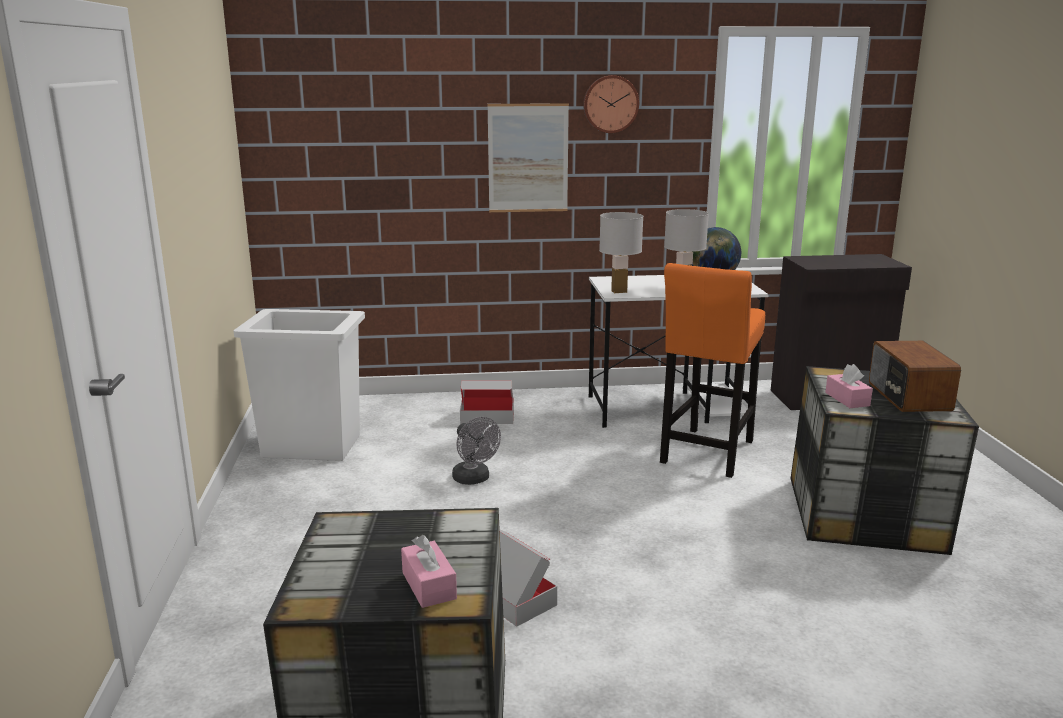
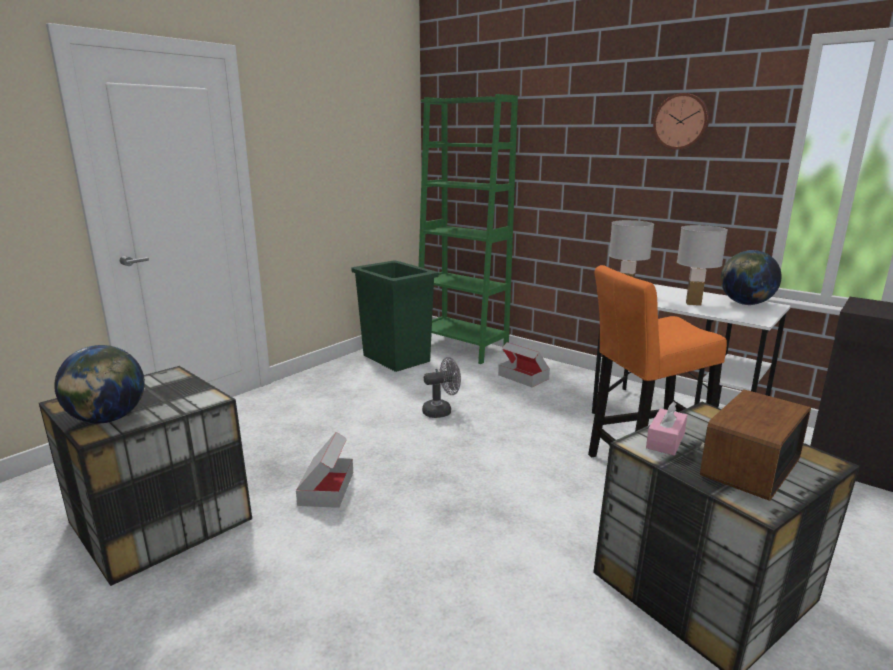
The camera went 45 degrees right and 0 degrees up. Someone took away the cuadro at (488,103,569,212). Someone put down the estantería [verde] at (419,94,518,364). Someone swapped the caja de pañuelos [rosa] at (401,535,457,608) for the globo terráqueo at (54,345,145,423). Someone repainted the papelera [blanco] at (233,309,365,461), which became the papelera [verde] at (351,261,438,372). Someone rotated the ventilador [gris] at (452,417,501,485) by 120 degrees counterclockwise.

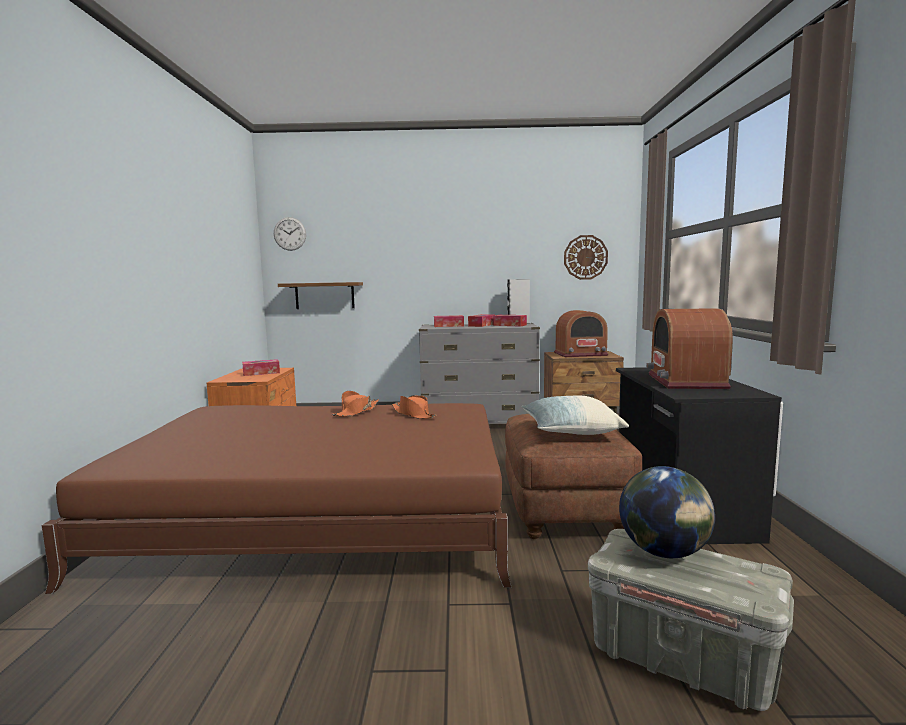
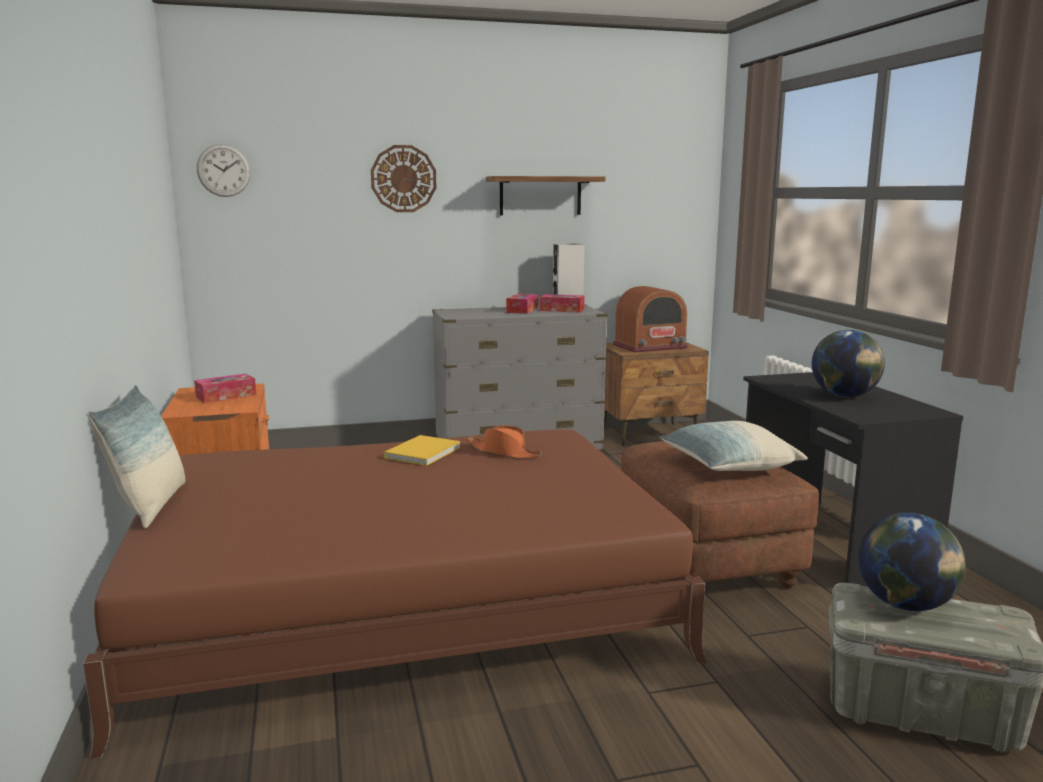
The camera went 15 degrees left and 5 degrees up. Someone took away the caja de pañuelos at (434,315,464,327). Someone put down the cojín at (87,385,185,528). Someone carried the estante from (278,282,363,309) to (486,176,605,215). Someone carried the reloj de pared from (564,235,608,280) to (371,145,436,212). Someone swapped the sombrero [naranja] at (331,391,379,417) for the libro [amarillo] at (383,435,461,466). Someone swapped the radio at (646,308,733,389) for the globo terráqueo at (812,330,885,397).

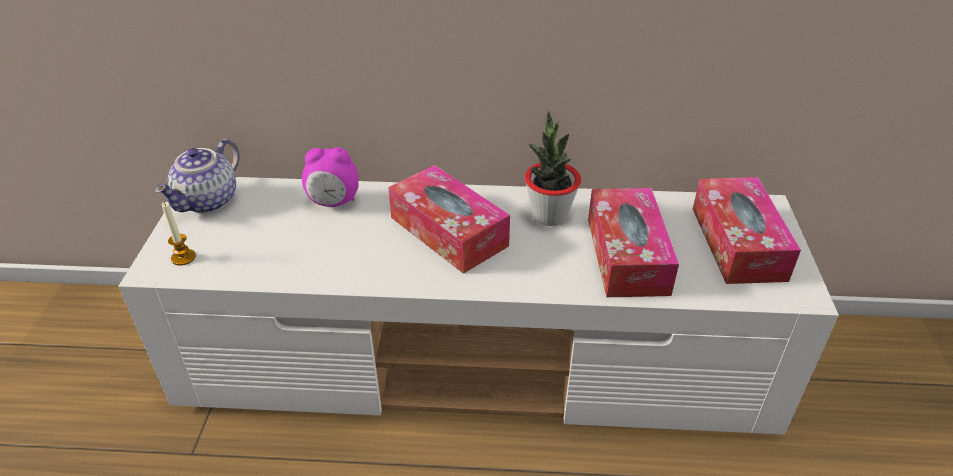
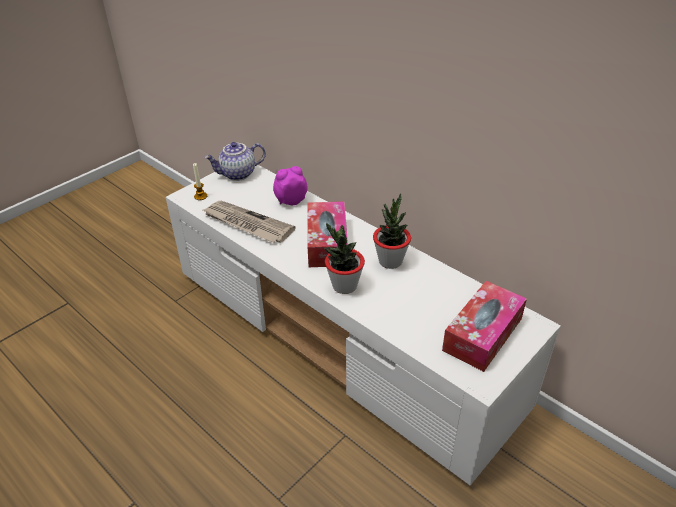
The camera went 40 degrees right and 0 degrees up. Someone took away the caja de pañuelos at (588,188,679,297). Someone put down the periódico at (203,201,296,243). Someone put down the planta en maceta at (324,223,365,294). Someone rotated the despertador at (302,147,359,207) by 120 degrees clockwise.

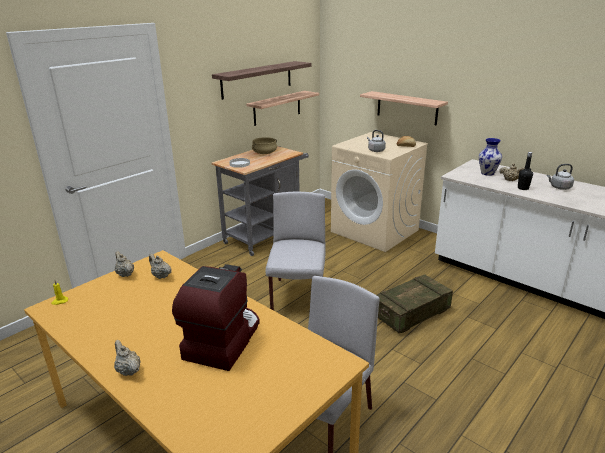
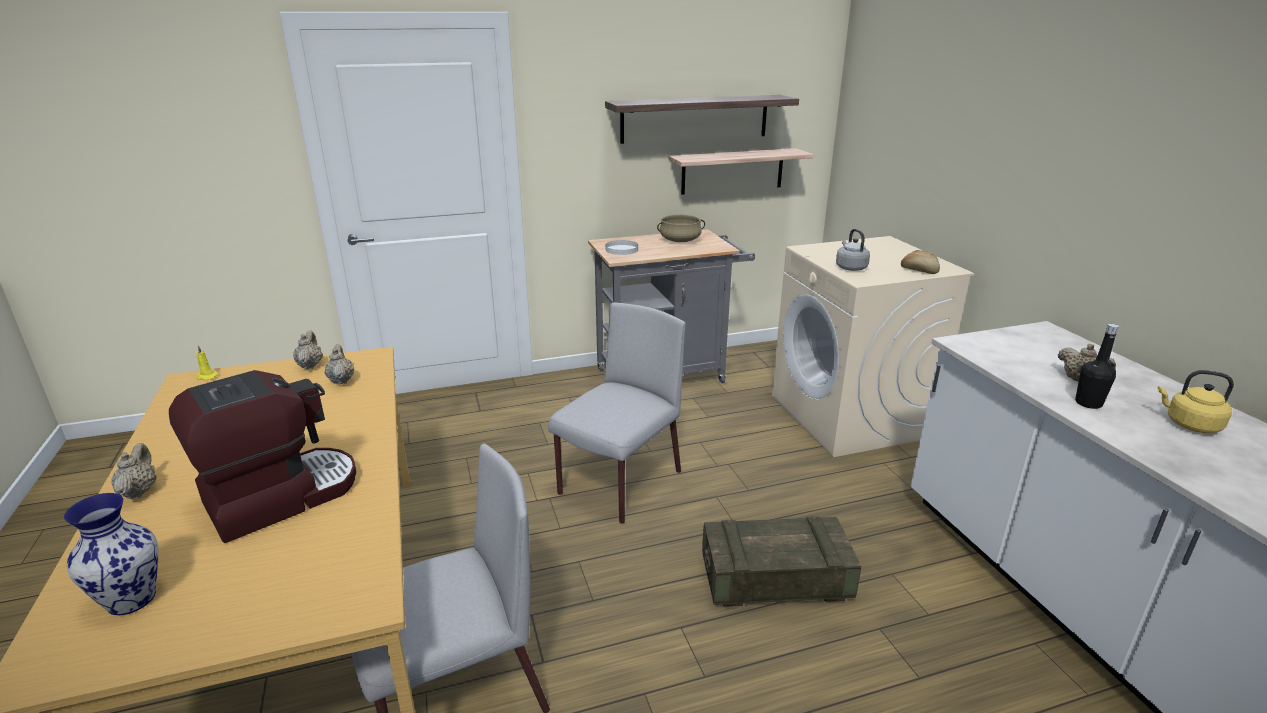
The camera went 30 degrees right and 0 degrees up. Someone took away the estante at (360,91,448,125). Someone carried the florero from (479,138,502,176) to (64,493,158,615). Someone repainted the hervidor [gris] at (547,164,574,190), which became the hervidor [amarillo] at (1157,370,1234,433).

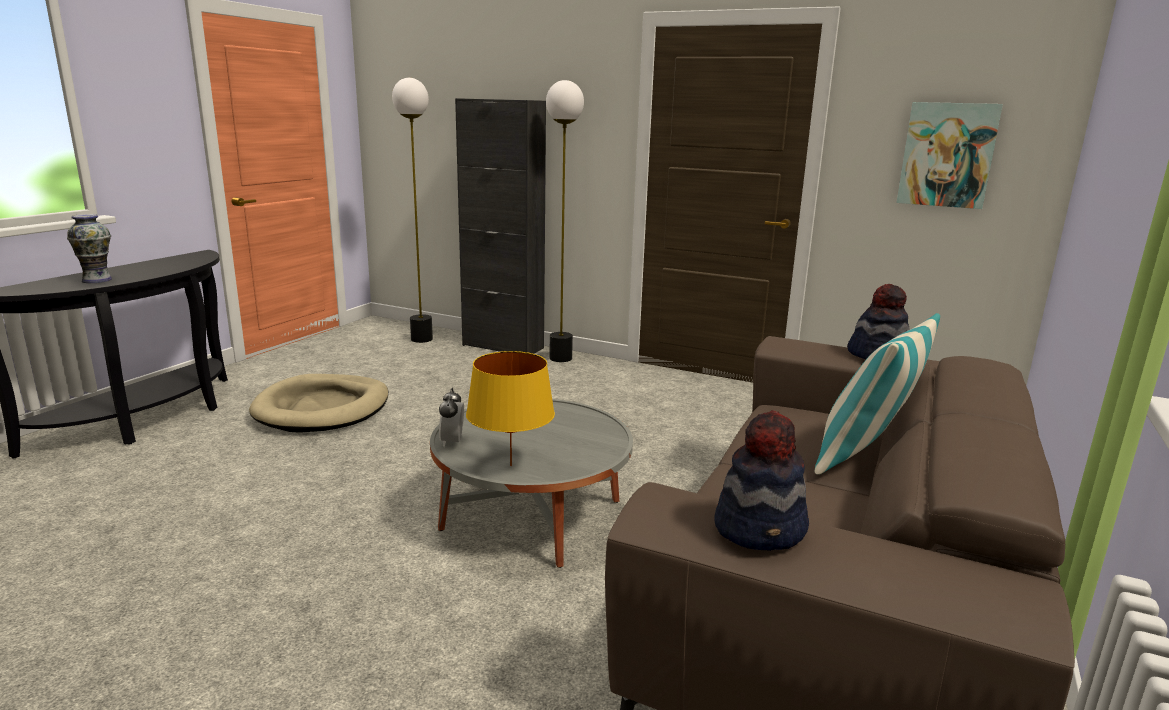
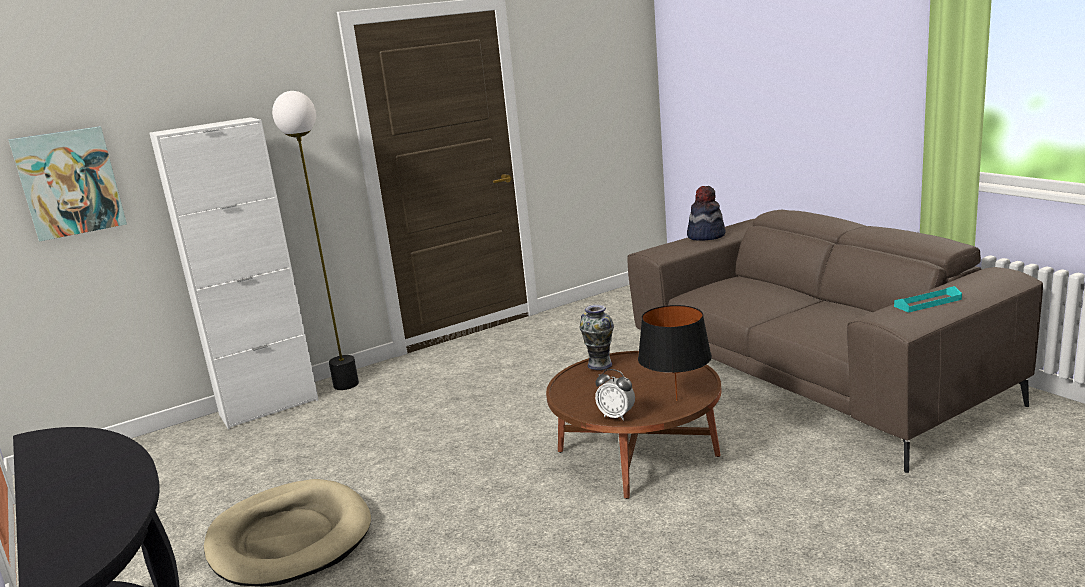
The camera went 55 degrees left and 0 degrees up. Someone took away the lámpara de pie at (392,78,433,343). Someone took away the cojín at (815,313,940,475). Someone carried the florero from (67,214,112,283) to (579,305,614,370). Someone carried the cuadro from (896,102,1003,209) to (8,126,127,242). Someone swapped the sombrero at (714,410,809,551) for the bandeja [turquesa] at (894,286,962,313). Someone repainted the mesa de centro [gris] at (430,399,633,568), which became the mesa de centro [marrón] at (546,351,721,499). Someone repainted the armario [negro] at (455,98,546,354), which became the armario [blanco] at (149,117,319,429). Someone repainted the lámpara de mesa [amarillo] at (466,351,555,466), which became the lámpara de mesa [negro] at (638,305,712,401).

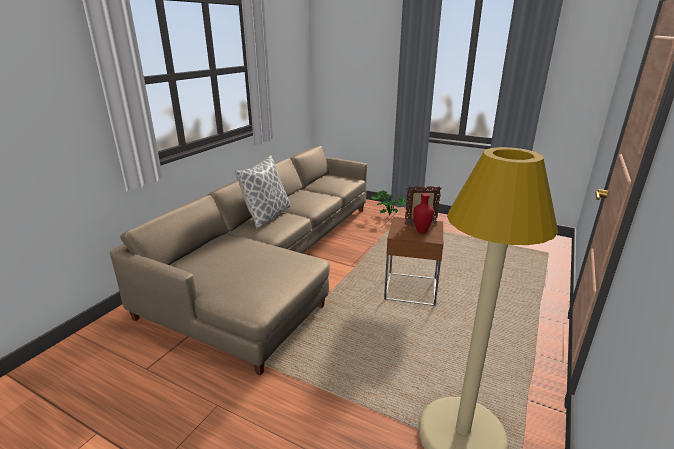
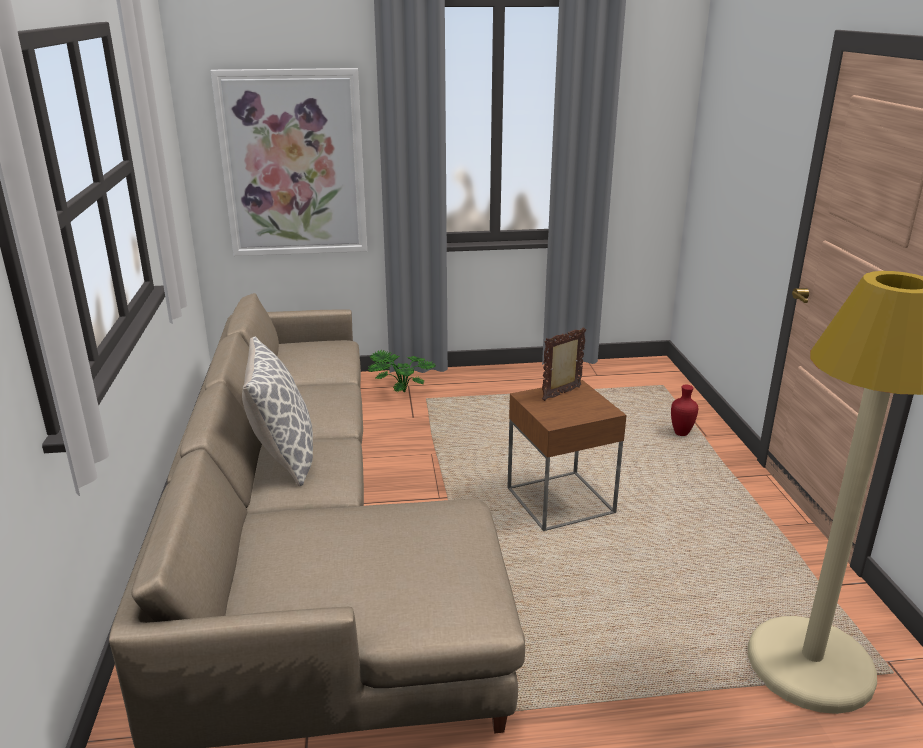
The camera went 35 degrees left and 0 degrees up. Someone put up the cuadro at (211,68,367,256). Someone carried the florero [rojo] from (414,193,434,234) to (671,385,698,436).

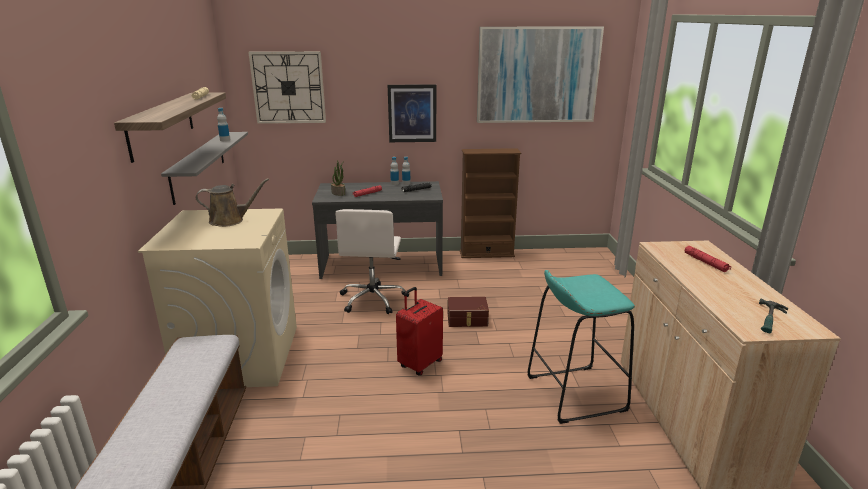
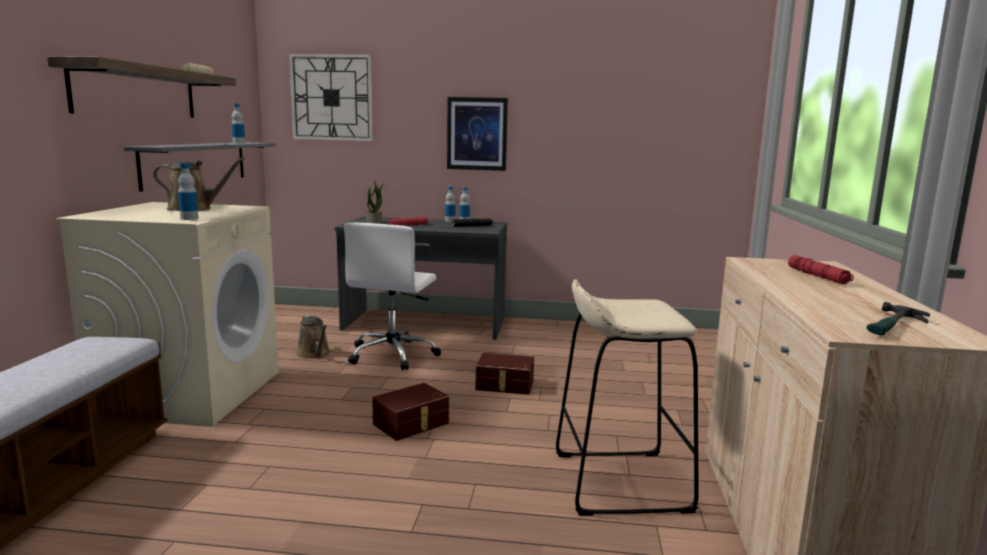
The camera went 10 degrees right and 10 degrees down. Someone took away the estantería [marrón] at (460,148,521,258). Someone took away the cuadro at (477,27,604,123). Someone put down the botella at (178,163,199,220). Someone put down the regadera [marrón] at (296,315,330,359). Someone swapped the maleta [rojo] at (396,287,443,375) for the caja de almacenaje [marrón] at (372,383,449,441). Someone repainted the taburete [turquesa] at (527,270,635,424), which became the taburete [beis] at (556,279,699,516).

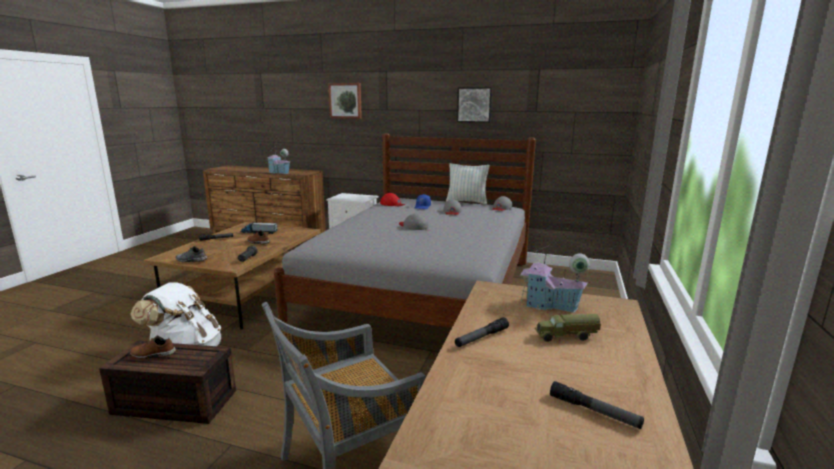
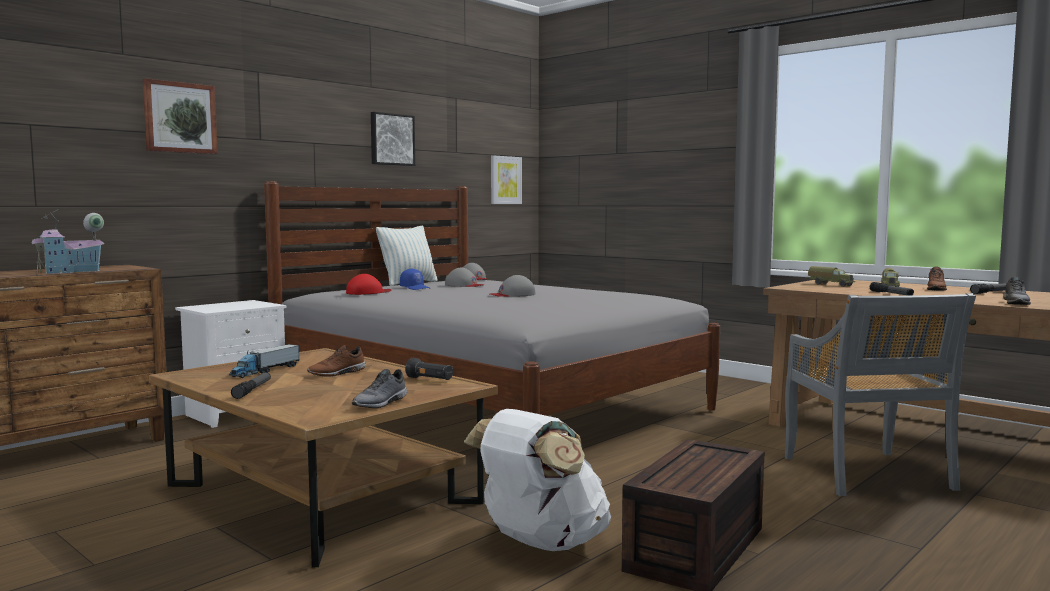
The camera went 65 degrees left and 10 degrees down. Someone put up the cuadro at (491,155,522,204). Someone put down the zapato [gris] at (1003,277,1031,305). Someone carried the zapato [marrón] from (130,335,176,359) to (927,267,947,291). Someone swapped the casita at (520,246,589,313) for the camión de juguete at (808,266,855,287).

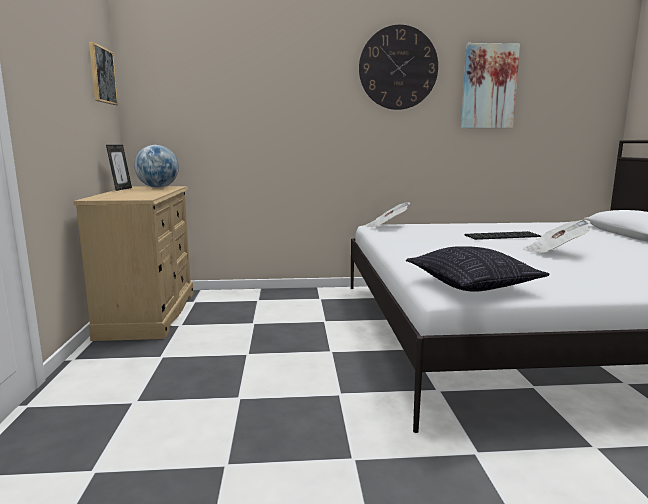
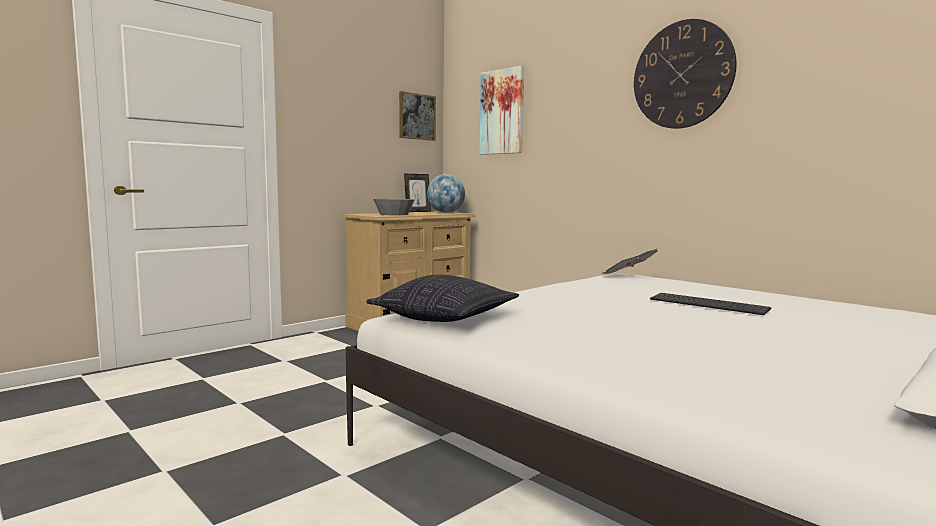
The camera went 50 degrees right and 5 degrees down. Someone took away the periódico at (523,220,590,253). Someone put down the cuenco [gris] at (373,199,415,215). Someone carried the cuadro from (461,43,520,128) to (479,66,524,155).

